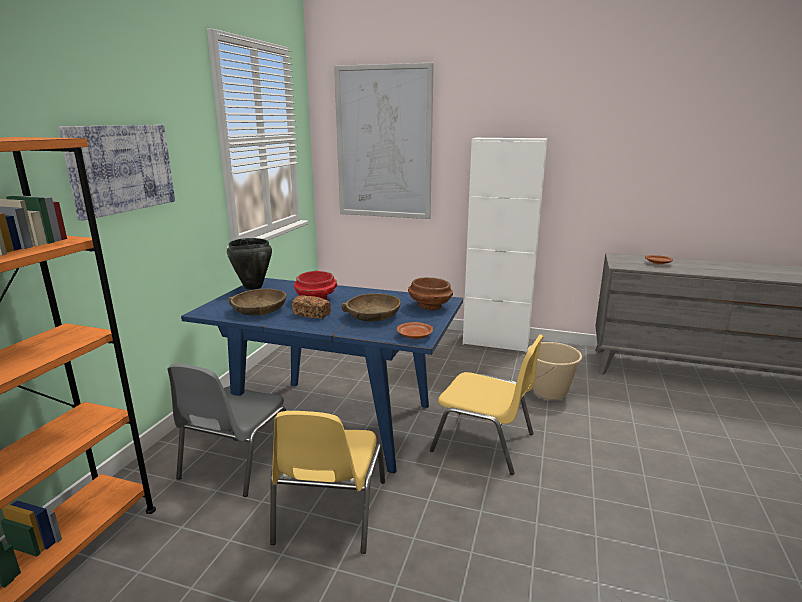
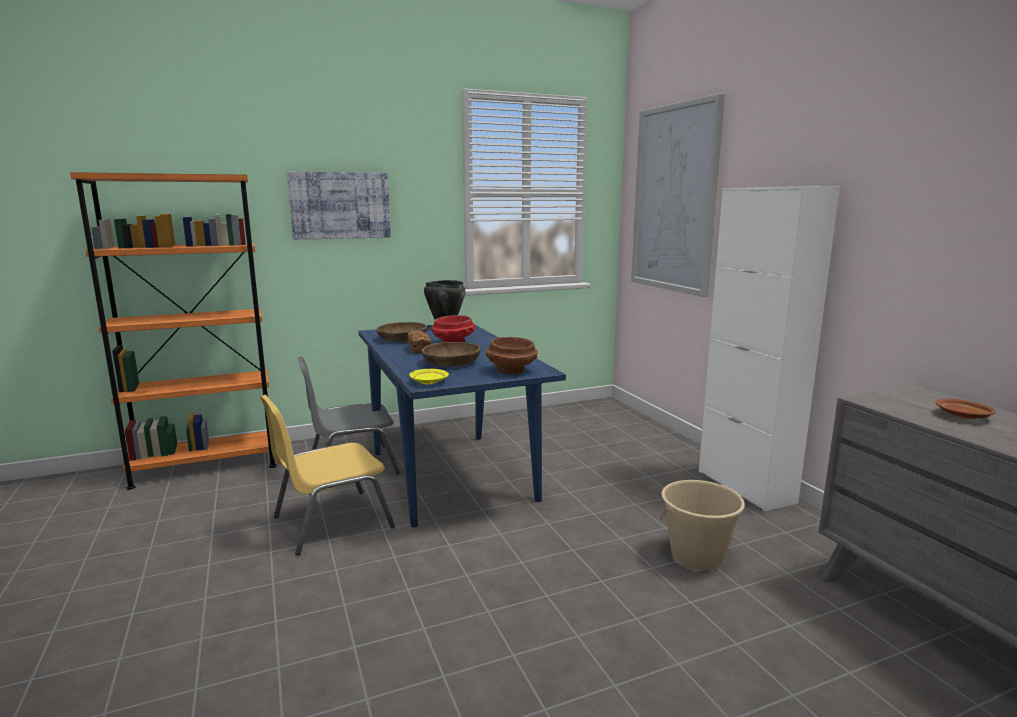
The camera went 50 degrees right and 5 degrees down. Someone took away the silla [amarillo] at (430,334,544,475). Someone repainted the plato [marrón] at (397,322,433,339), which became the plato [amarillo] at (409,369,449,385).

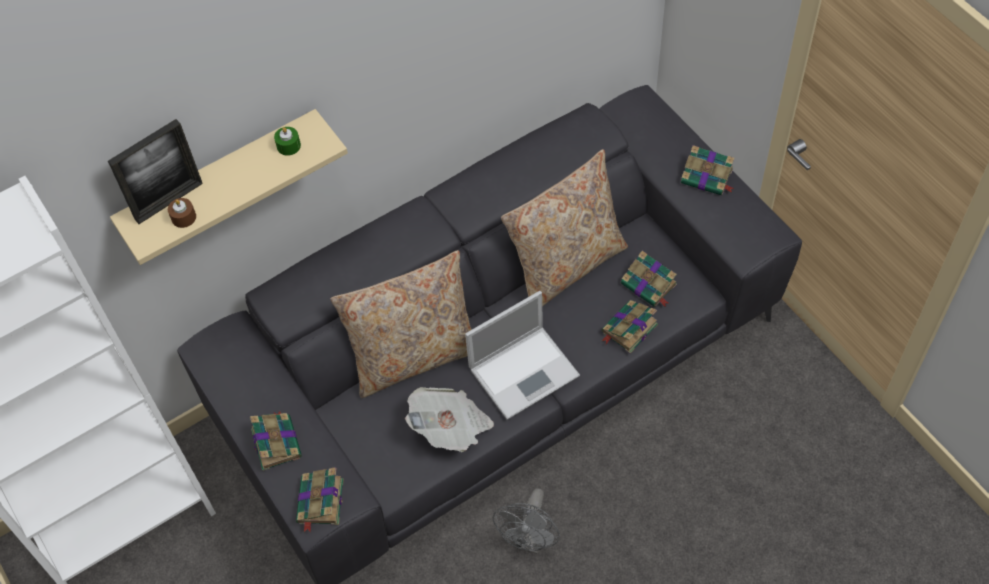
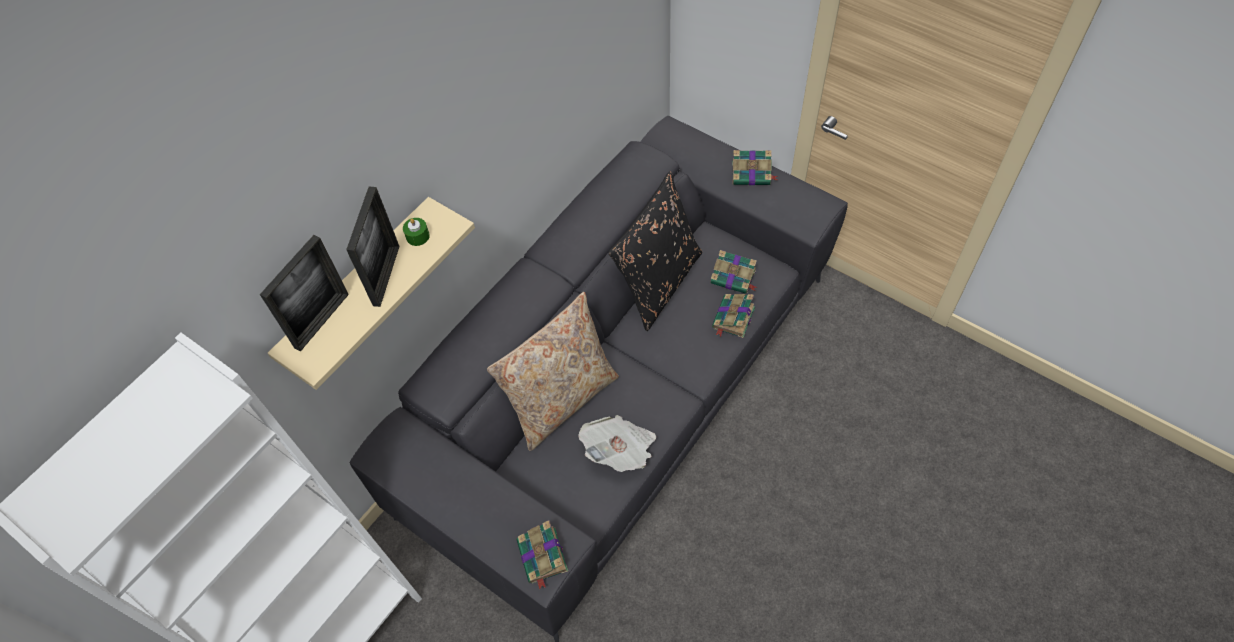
The camera went 20 degrees left and 0 degrees up. Someone took away the vela [marrón] at (168,198,196,228). Someone took away the libro at (250,411,302,471). Someone took away the portátil at (465,291,580,420). Someone took away the ventilador [gris] at (493,488,560,554). Someone put down the portarretratos at (346,186,399,307). Someone repainted the cojín [beis] at (501,149,628,306), which became the cojín [negro] at (608,171,702,331).

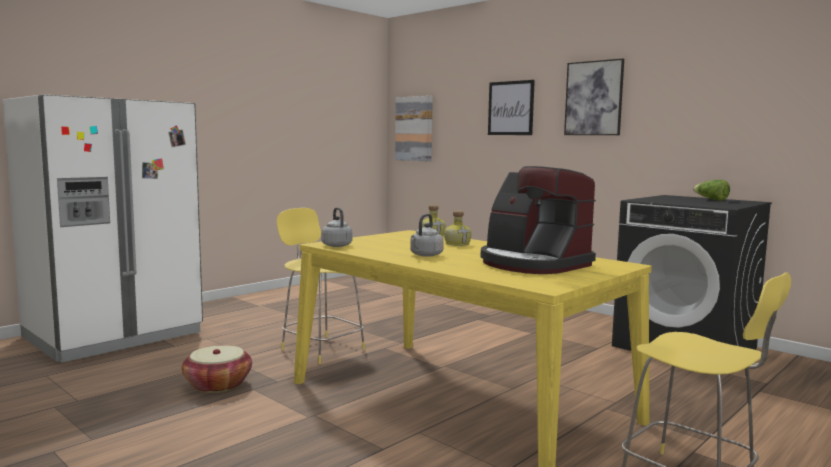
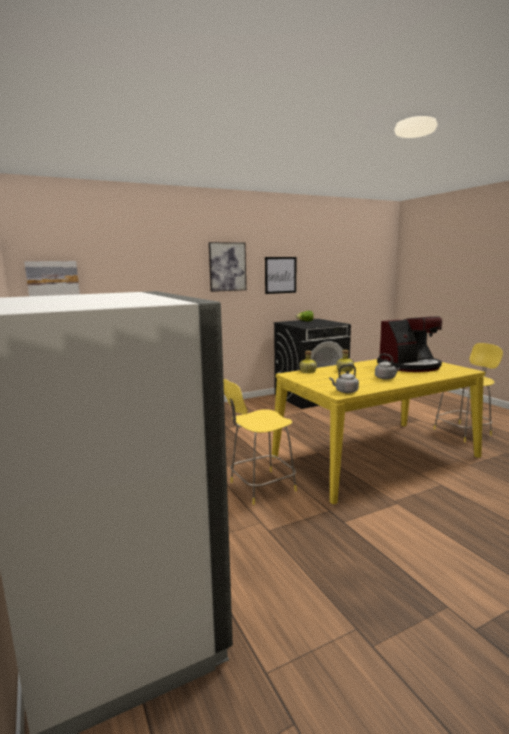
The camera went 70 degrees left and 5 degrees up. Someone took away the cesta at (182,345,252,393). Someone carried the cuadro from (488,80,535,135) to (265,257,296,294).

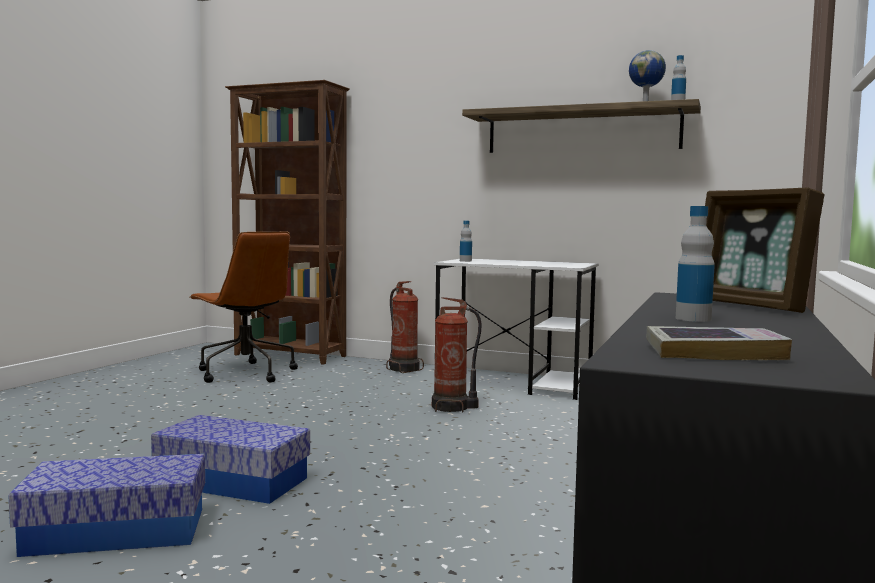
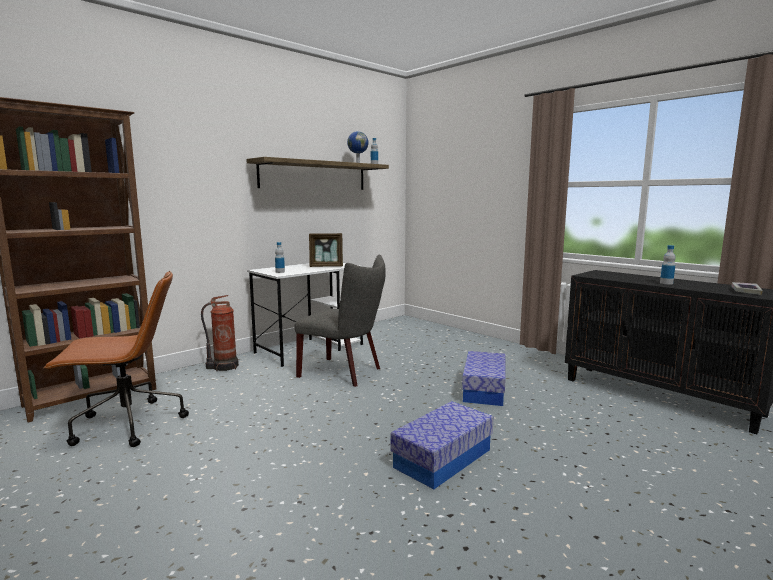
The camera went 65 degrees left and 5 degrees up. Someone carried the caja de almacenaje from (8,454,205,557) to (462,351,506,406). Someone carried the portarretratos from (705,187,825,313) to (309,233,343,267). Someone swapped the extintor at (432,297,482,412) for the silla [gris] at (294,255,386,387).

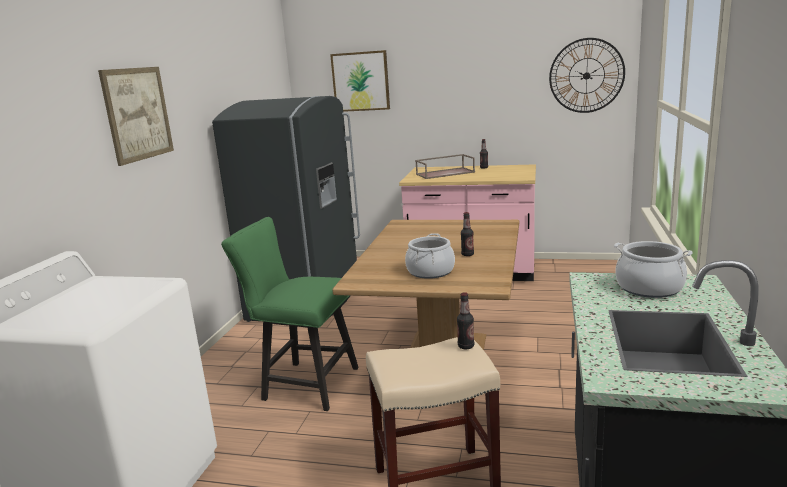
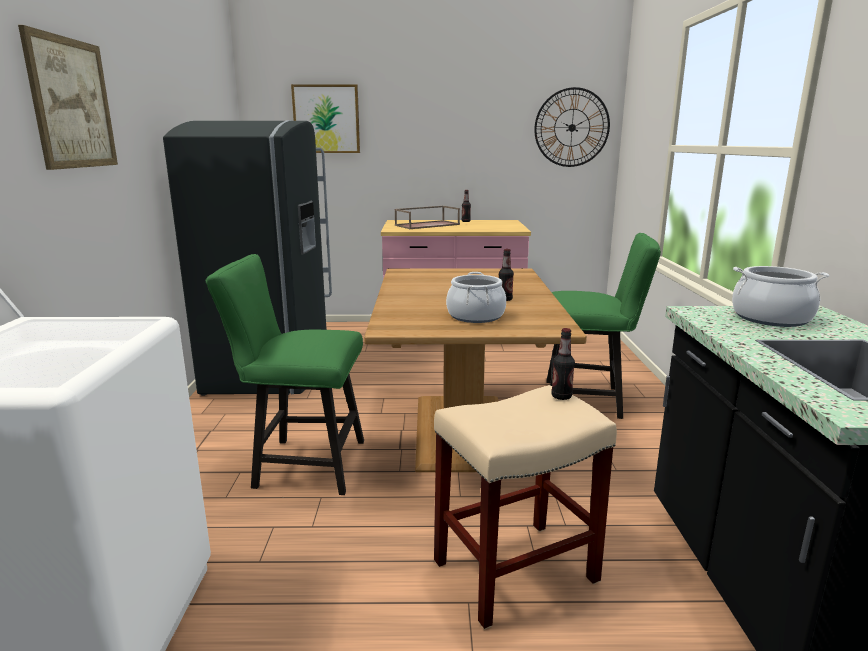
The camera went 15 degrees left and 0 degrees up. Someone put down the silla [verde] at (546,233,661,419).

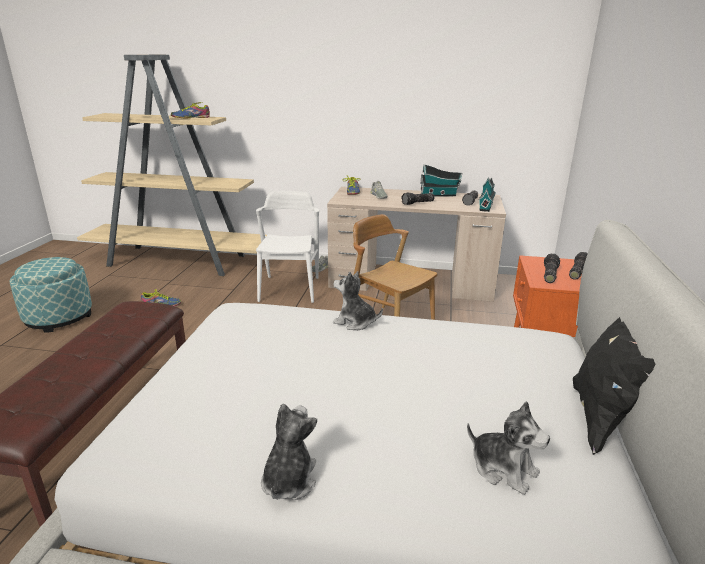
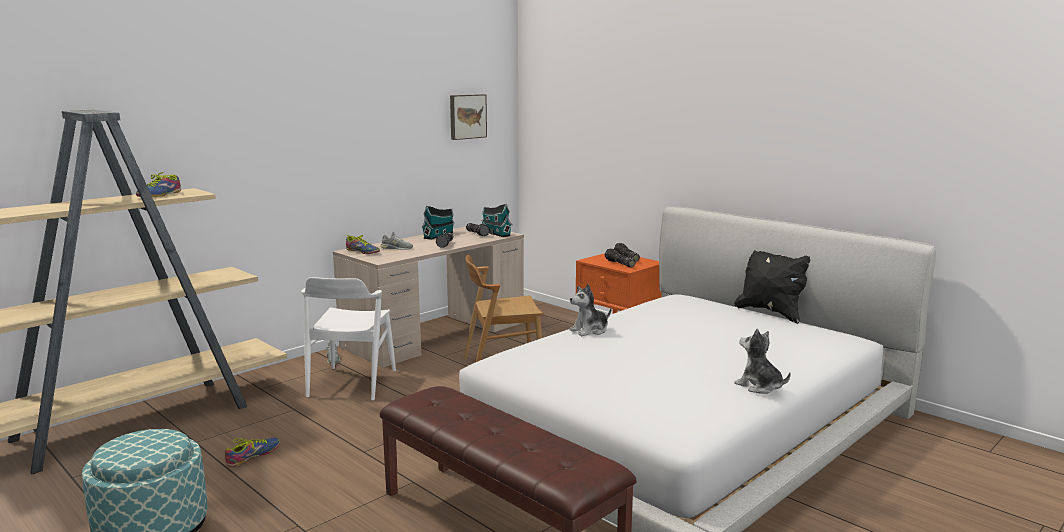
The camera went 55 degrees left and 10 degrees down. Someone took away the peluche at (467,401,550,495). Someone put up the cuadro at (450,94,487,140). Someone rotated the silla [blanco] at (256,191,319,303) by 120 degrees counterclockwise.

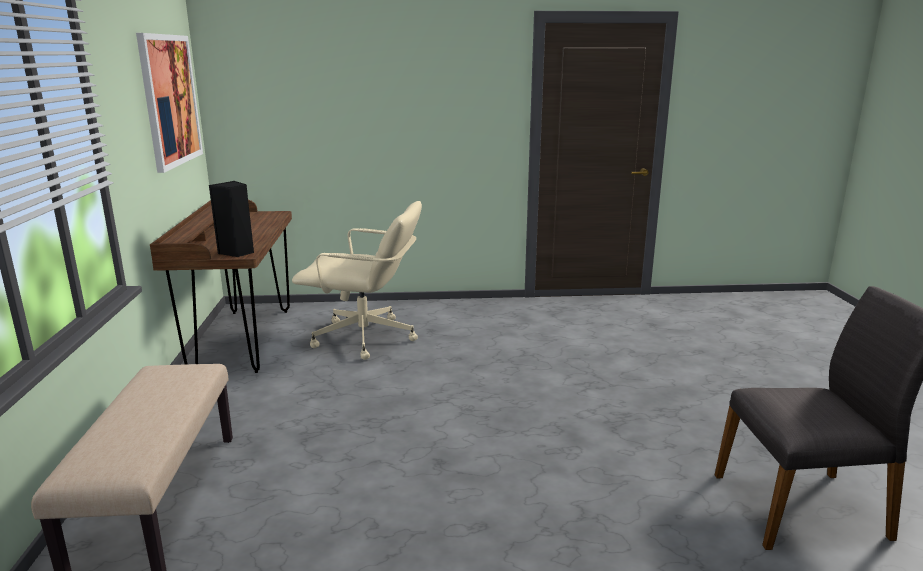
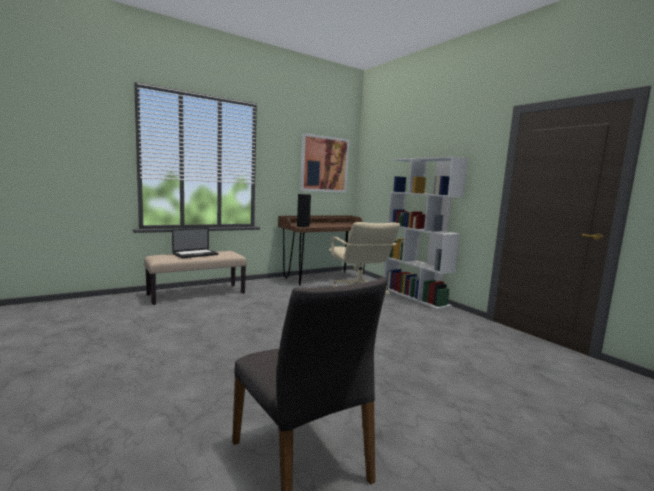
The camera went 60 degrees right and 10 degrees down. Someone put down the portátil at (172,228,218,258). Someone put down the estantería [blanco] at (384,156,468,310).

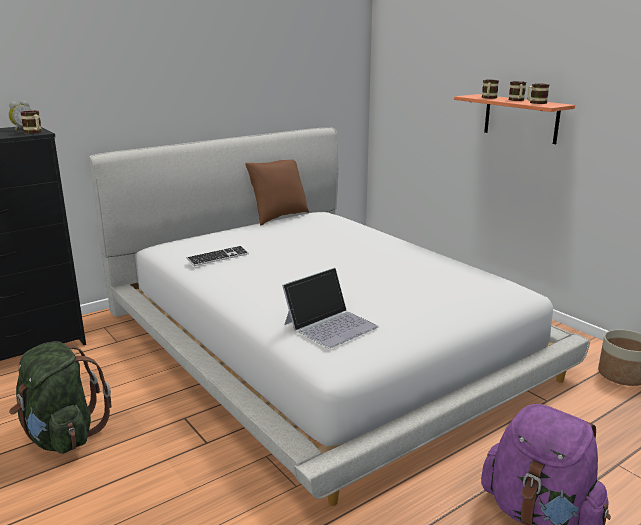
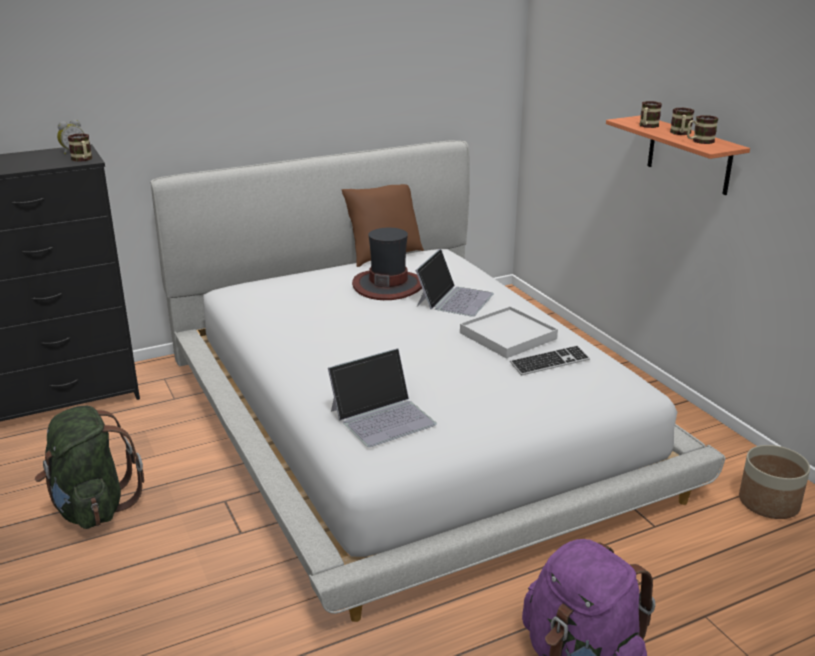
The camera went 10 degrees right and 5 degrees up. Someone put down the sombrero at (352,228,422,300). Someone put down the portátil at (415,249,494,317). Someone put down the bandeja [blanco] at (460,306,558,359). Someone carried the teclado from (187,246,249,266) to (510,345,590,375).

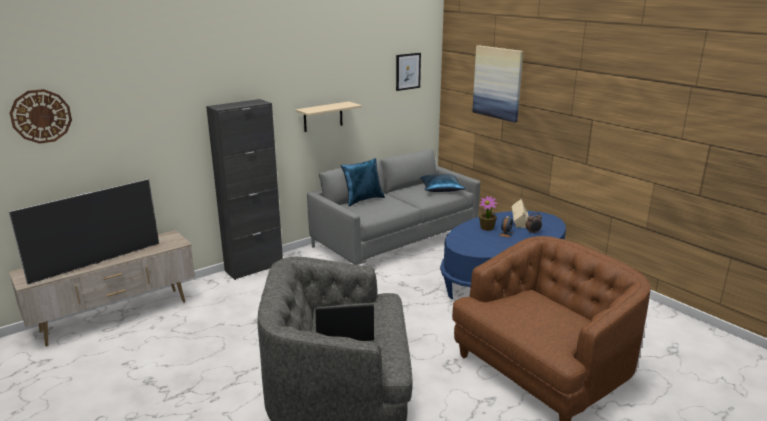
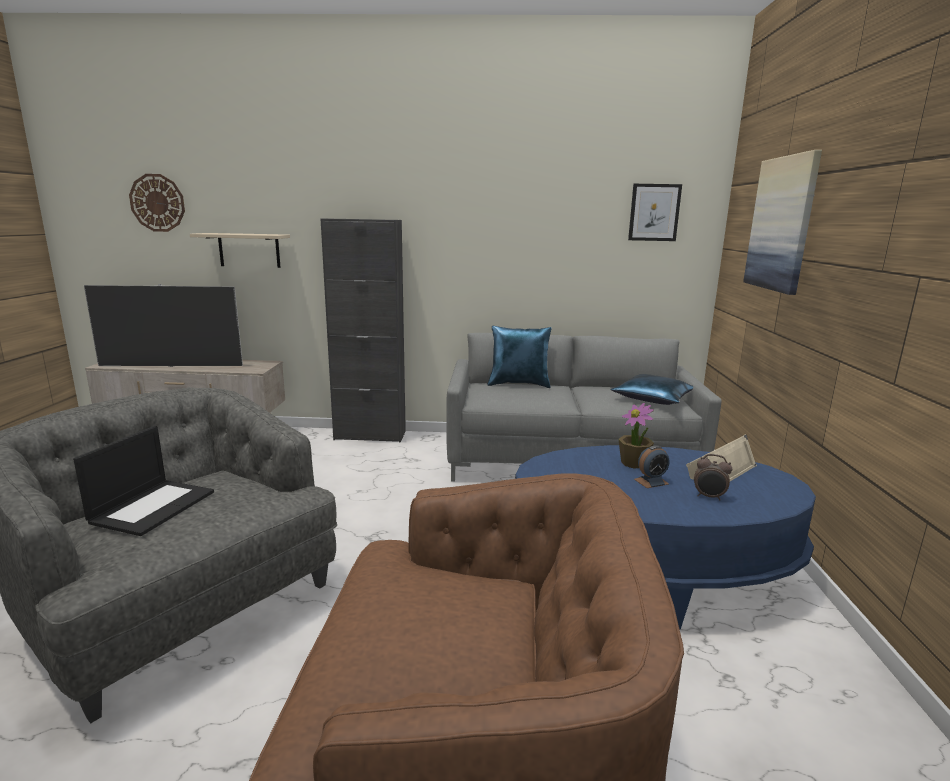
The camera went 40 degrees right and 5 degrees down. Someone carried the estante [beis] from (295,101,362,132) to (190,233,290,268). Someone rotated the portátil at (315,304,374,341) by 75 degrees clockwise.

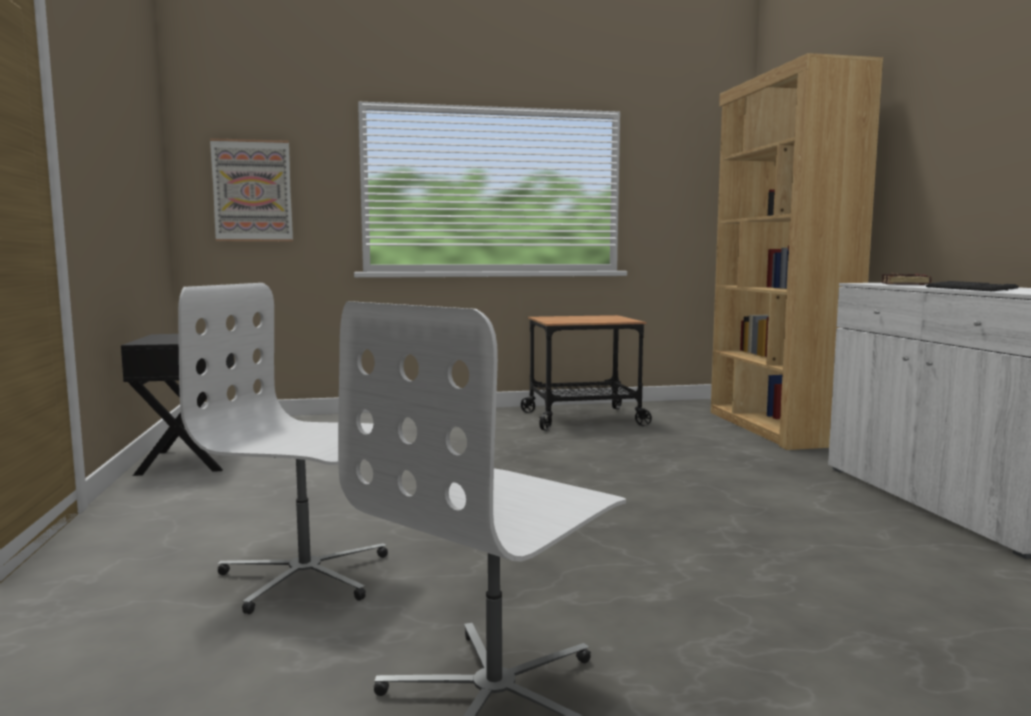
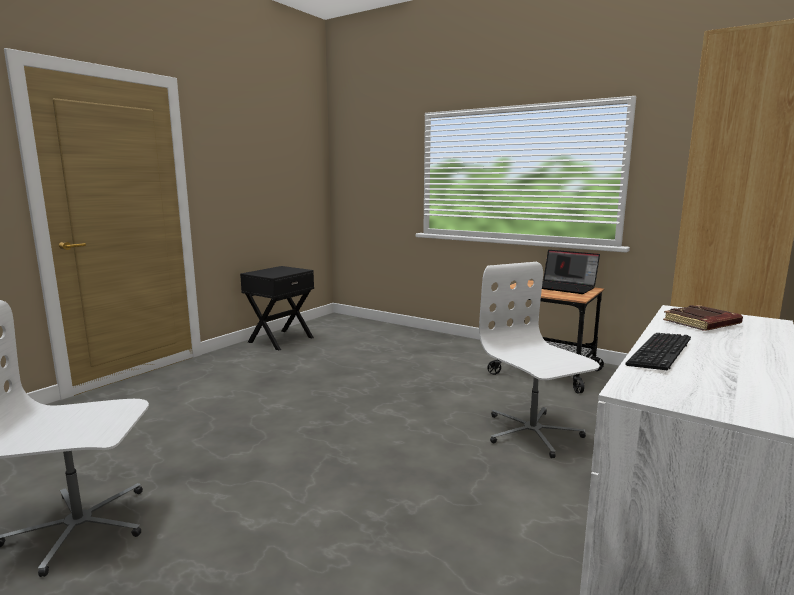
The camera went 45 degrees right and 5 degrees up. Someone took away the cuadro at (210,138,293,241). Someone put down the portátil at (542,250,600,294). Someone carried the silla de oficina [blanco] from (178,283,388,614) to (479,262,600,458).

